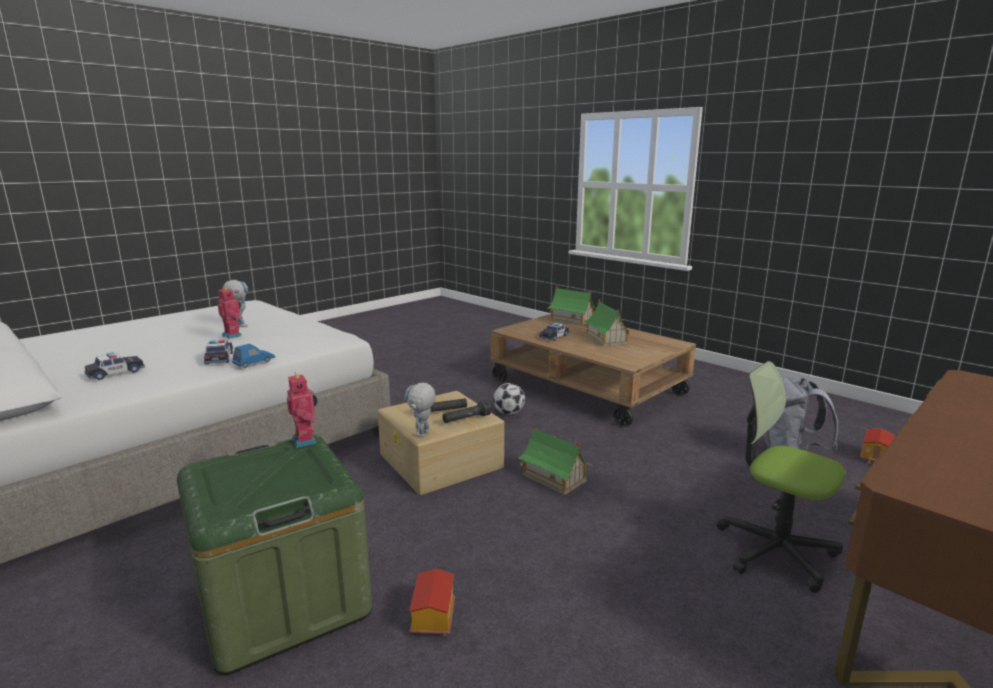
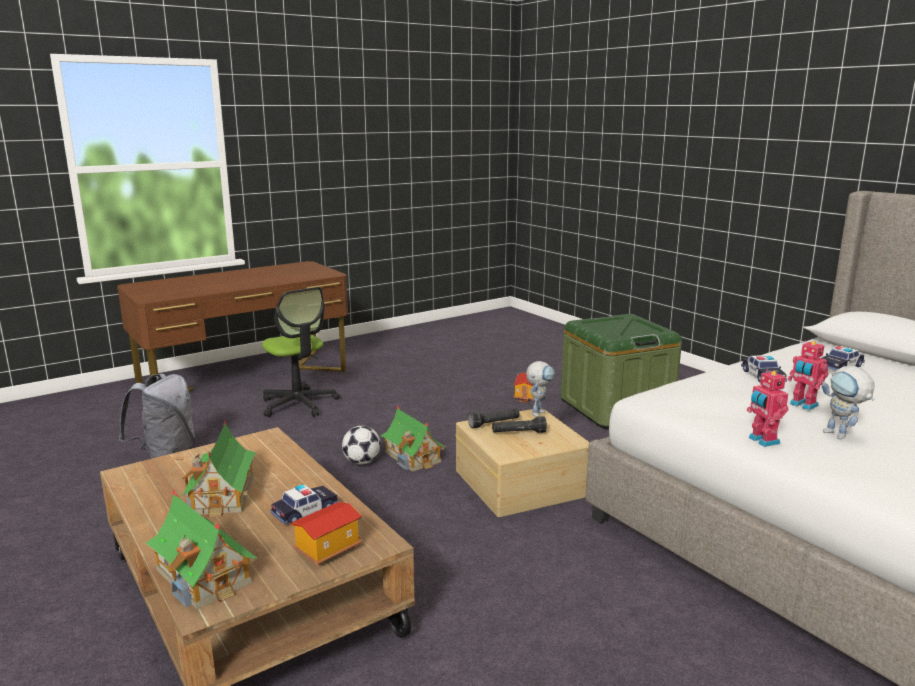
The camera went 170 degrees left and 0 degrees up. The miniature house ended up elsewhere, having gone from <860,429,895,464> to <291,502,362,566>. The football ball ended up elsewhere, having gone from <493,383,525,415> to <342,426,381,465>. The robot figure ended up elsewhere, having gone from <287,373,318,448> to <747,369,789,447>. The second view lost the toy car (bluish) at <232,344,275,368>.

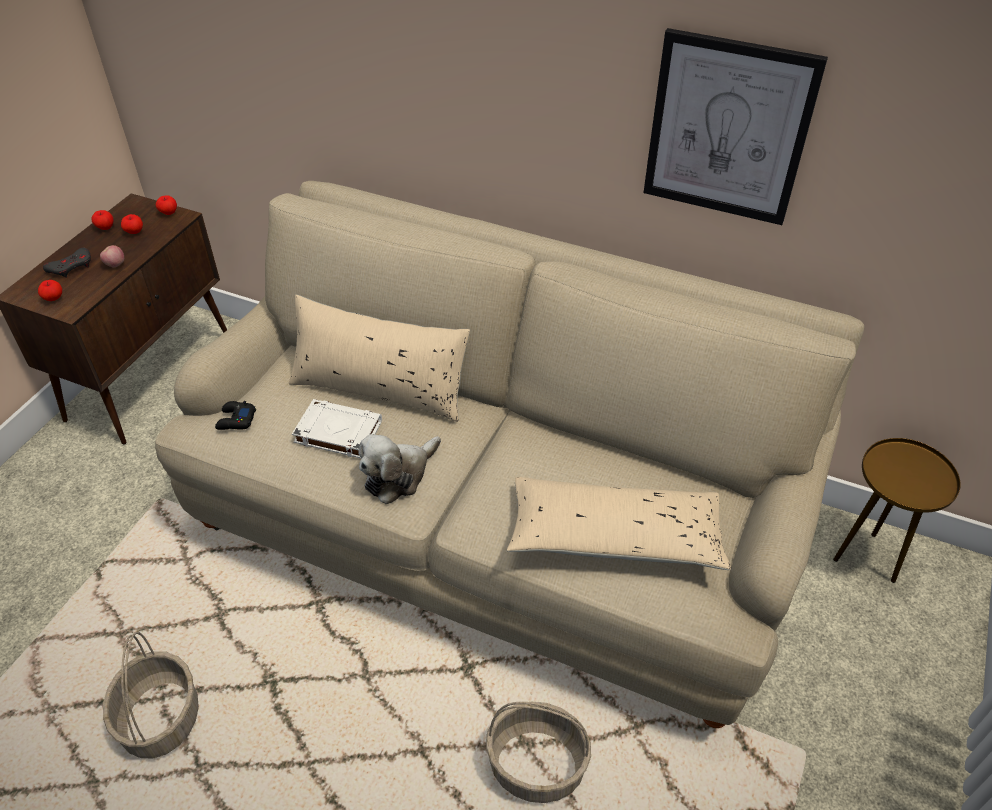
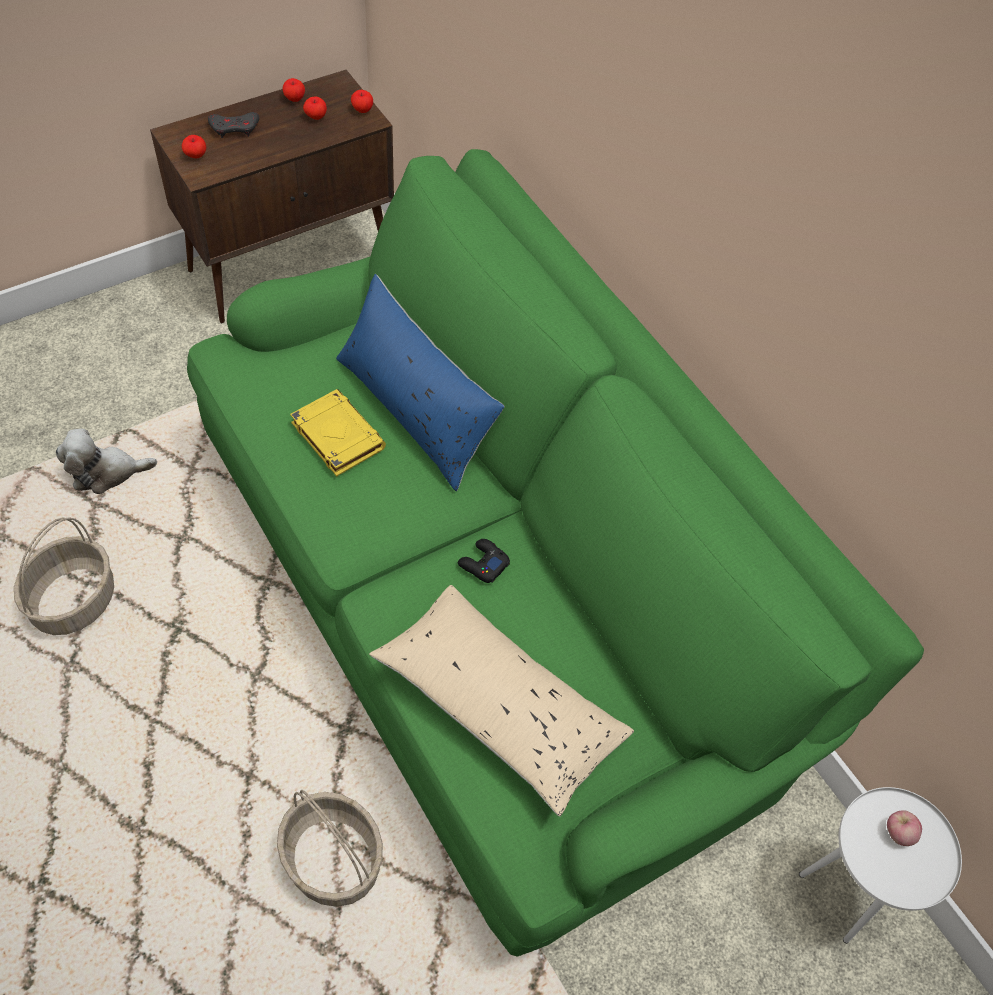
The camera went 30 degrees right and 10 degrees up. The soft toy ended up elsewhere, having gone from <358,434,441,504> to <56,429,157,494>. What was the sofa (beige) at <155,181,864,728> turned into the sofa (greenish) at <187,149,924,957>. What was the book (whitish) at <292,399,382,459> turned into the book (yellowish) at <290,389,386,476>. What was the pillow (beige) at <289,295,470,422> turned into the pillow (bluish) at <336,274,504,491>. The gamepad (black-coloured) ended up elsewhere, having gone from <215,401,256,430> to <458,539,510,583>. What was the end table (brown) at <833,438,961,583> turned into the end table (whitish) at <799,787,962,943>. The whole apple ended up elsewhere, having gone from <100,245,124,267> to <887,810,922,846>. The second view lost the picture at <644,28,828,225>.

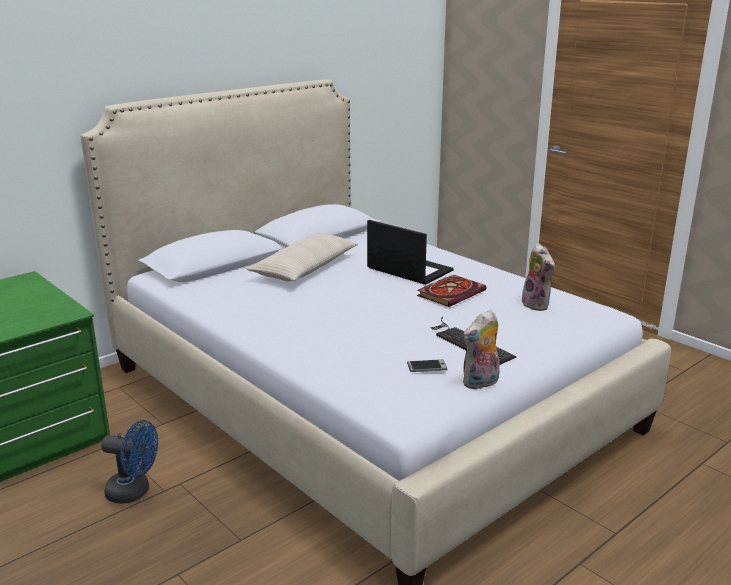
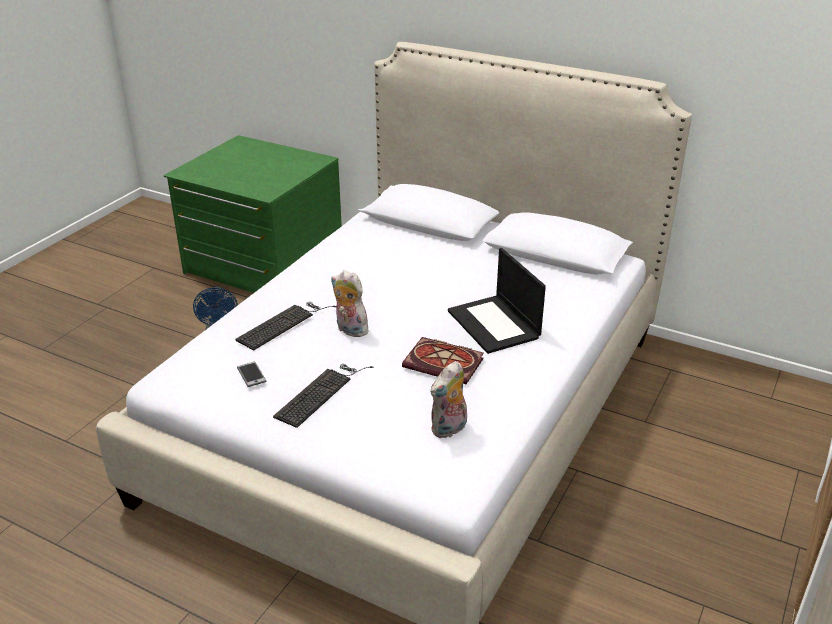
The camera went 70 degrees right and 10 degrees up. The second view gained the PC keyboard at <236,302,337,351>. The soft toy ended up elsewhere, having gone from <463,310,500,389> to <331,270,370,337>. The laptop at <367,220,453,285> ended up facing another way, 135 degrees clockwise from before. The second view lost the pillow (beige) at <247,233,358,282>.

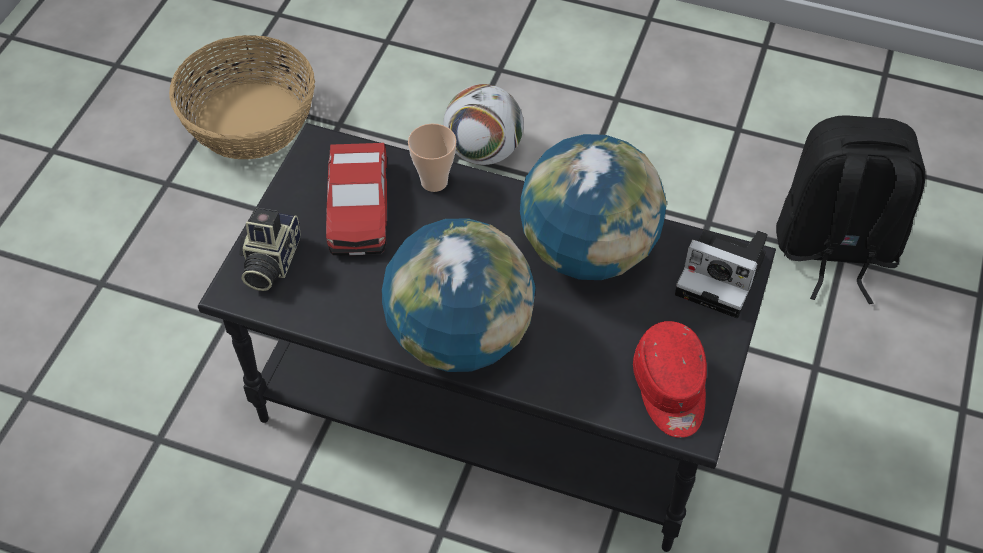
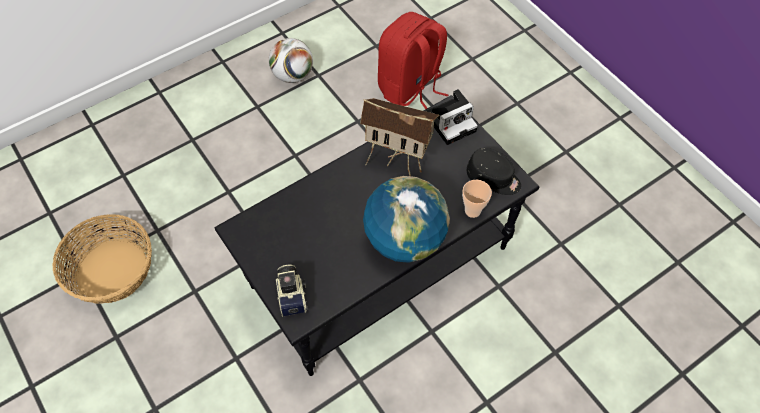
The camera went 55 degrees left and 5 degrees up. The football ball ended up elsewhere, having gone from <443,84,524,165> to <269,38,313,83>. The photo camera at <239,207,301,291> ended up facing another way, 150 degrees counterclockwise from before. Where the desk globe stood at <520,134,667,280>, the miniature house came to stand at <360,98,439,176>. What was the rucksack (black-coloured) at <776,115,926,304> turned into the rucksack (reddish) at <378,12,449,109>. The small cup ended up elsewhere, having gone from <408,123,457,192> to <462,180,492,218>. What was the baseball cap (reddish) at <633,321,707,438> turned into the baseball cap (black-coloured) at <466,148,521,195>. The second view lost the toy car at <326,143,387,255>.

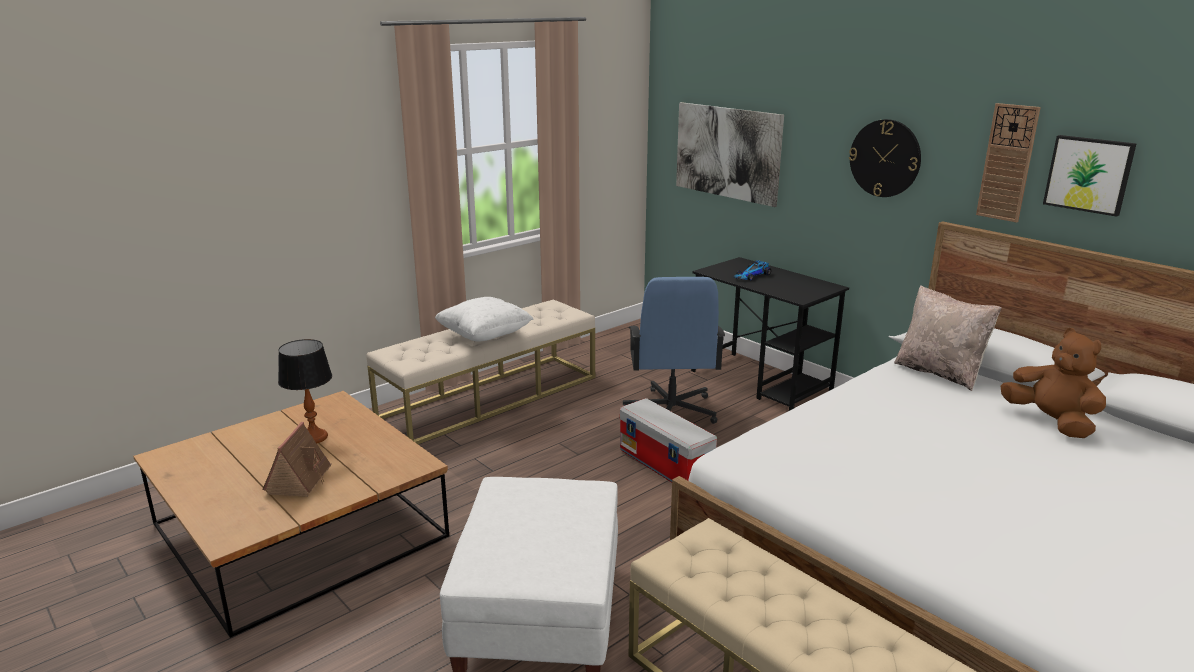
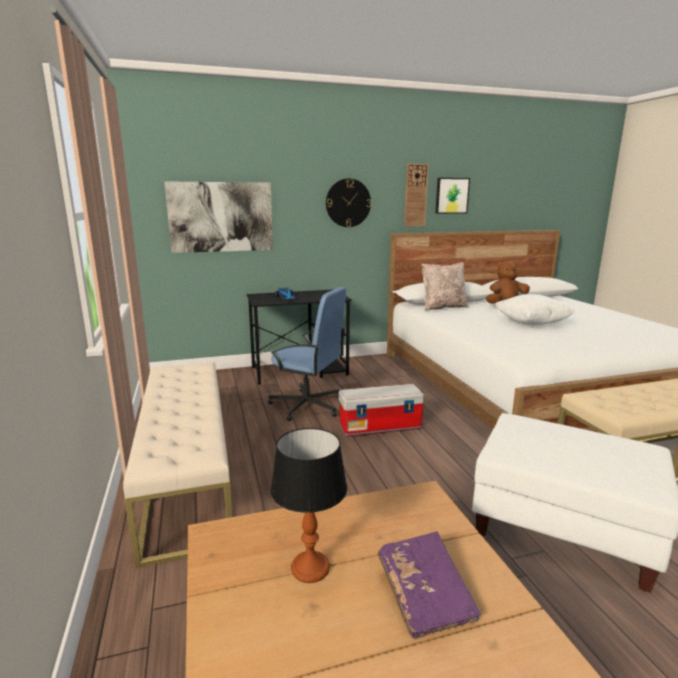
The camera went 65 degrees left and 5 degrees down. Where the miniature house stood at <262,422,332,497>, the book (purple) came to stand at <378,531,481,639>. The pillow (whitish) ended up elsewhere, having gone from <435,297,534,342> to <495,294,575,325>.

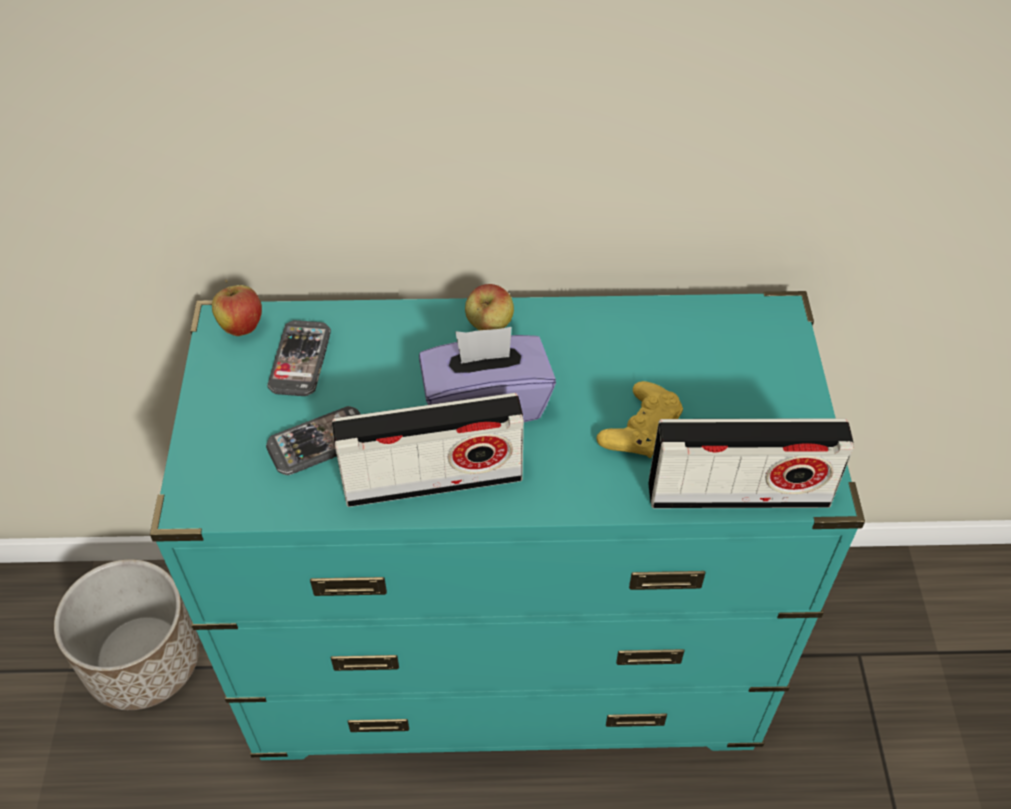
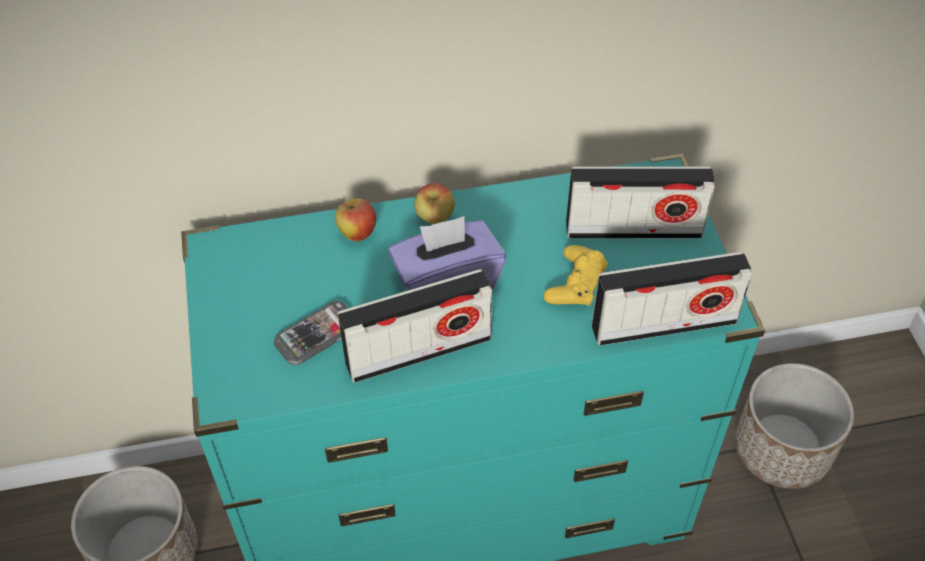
The camera went 10 degrees left and 0 degrees up. The whole apple ended up elsewhere, having gone from <212,280,262,336> to <335,196,376,242>. The second view gained the radio set at <566,166,715,239>. The second view gained the planter at <735,363,854,489>. The second view lost the phone at <267,320,331,396>.

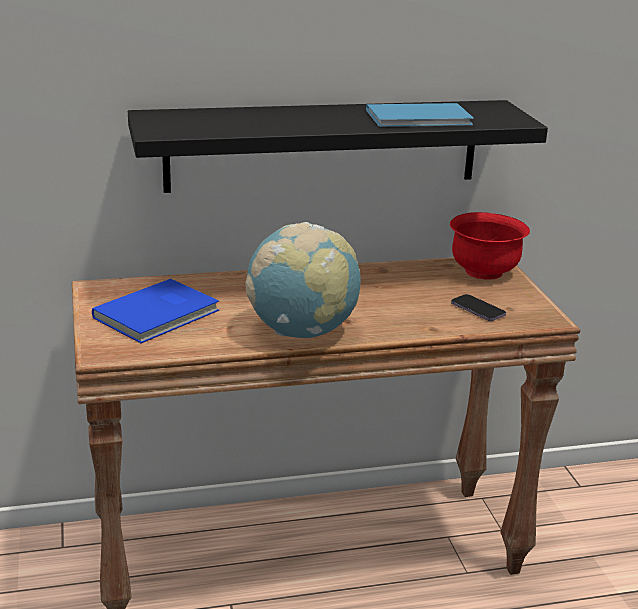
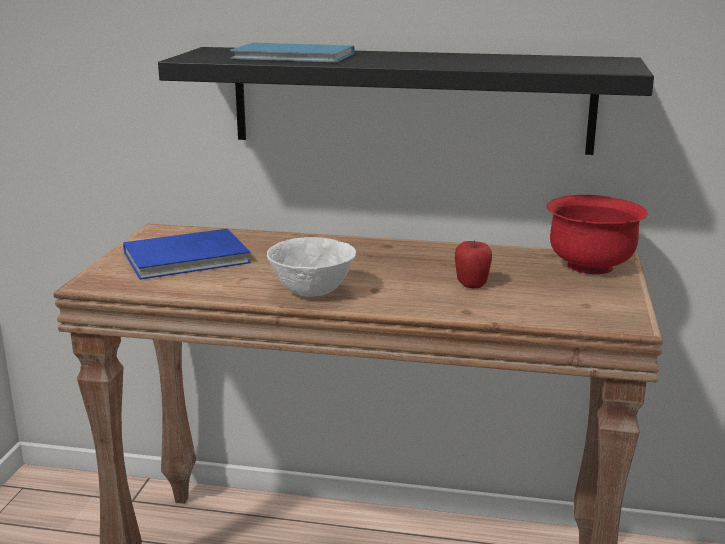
The camera went 25 degrees right and 5 degrees down. The book (bluish) ended up elsewhere, having gone from <366,103,474,127> to <230,43,355,62>. Where the desk globe stood at <245,222,361,338>, the serving bowl (whitish) came to stand at <267,237,356,297>. The second view gained the whole apple at <455,241,492,288>. The second view lost the phone at <451,294,506,321>.

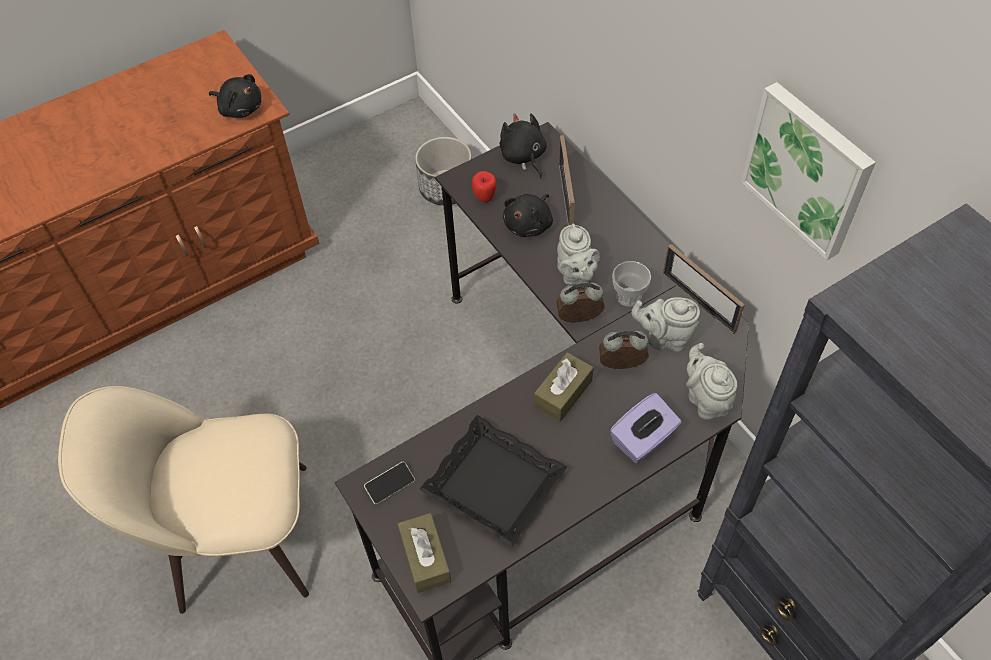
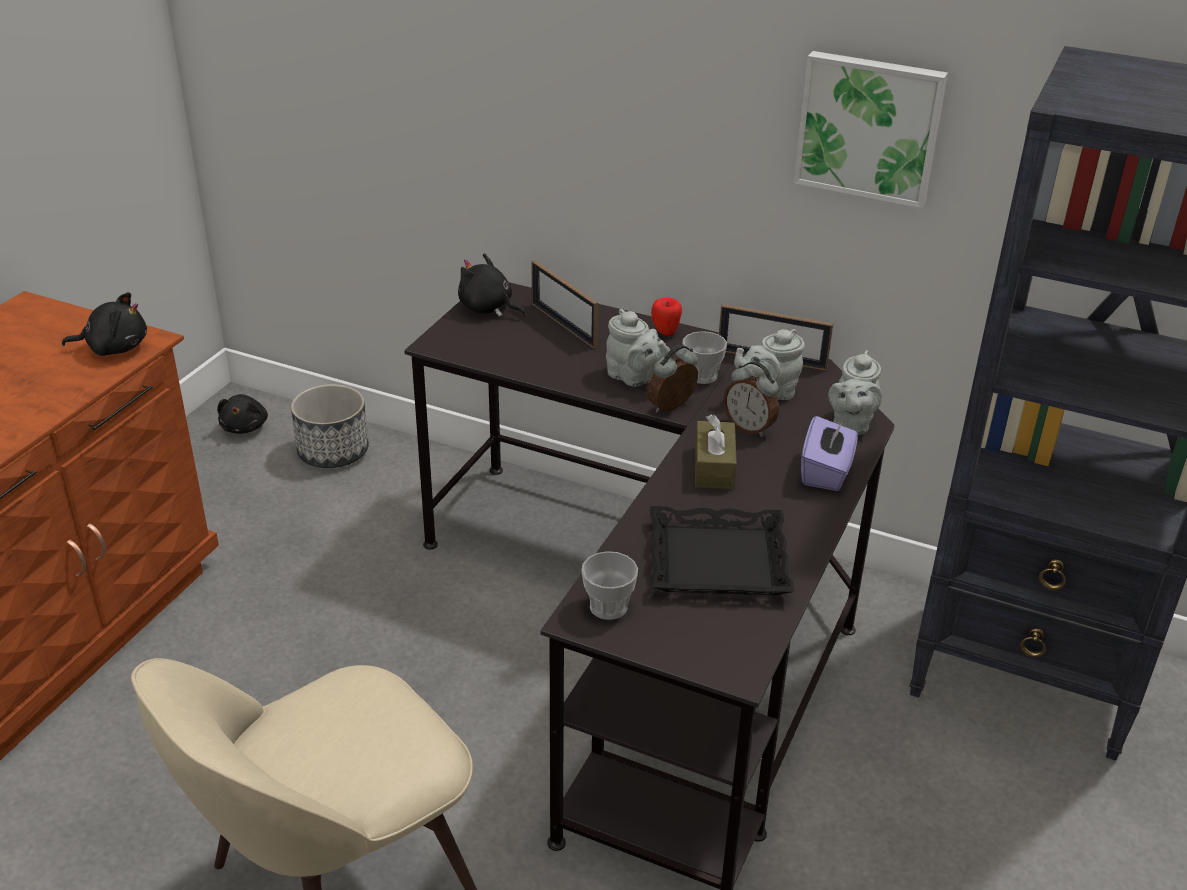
The camera went 35 degrees left and 20 degrees down. The soft toy (black-coloured) ended up elsewhere, having gone from <503,194,553,237> to <217,394,268,434>. Where the phone stood at <364,462,415,504>, the small cup came to stand at <581,551,638,620>. The whole apple ended up elsewhere, having gone from <472,171,496,202> to <651,298,682,335>. The alarm clock at <599,331,649,369> ended up facing another way, 105 degrees counterclockwise from before. The pot for tea (greyish) at <686,343,737,420> ended up facing another way, 105 degrees counterclockwise from before. The second view lost the box of tissues (brown) at <398,513,451,593>.

